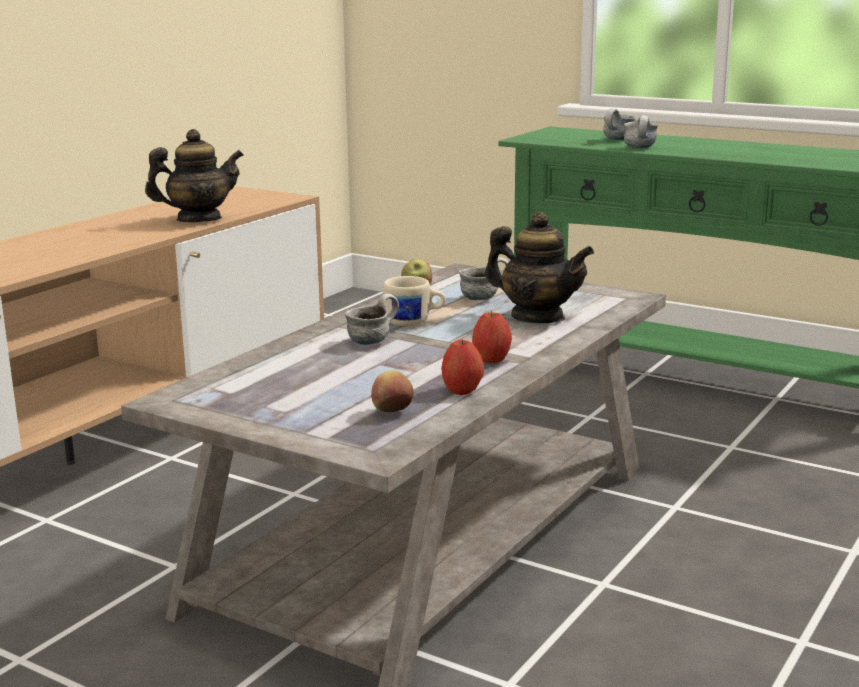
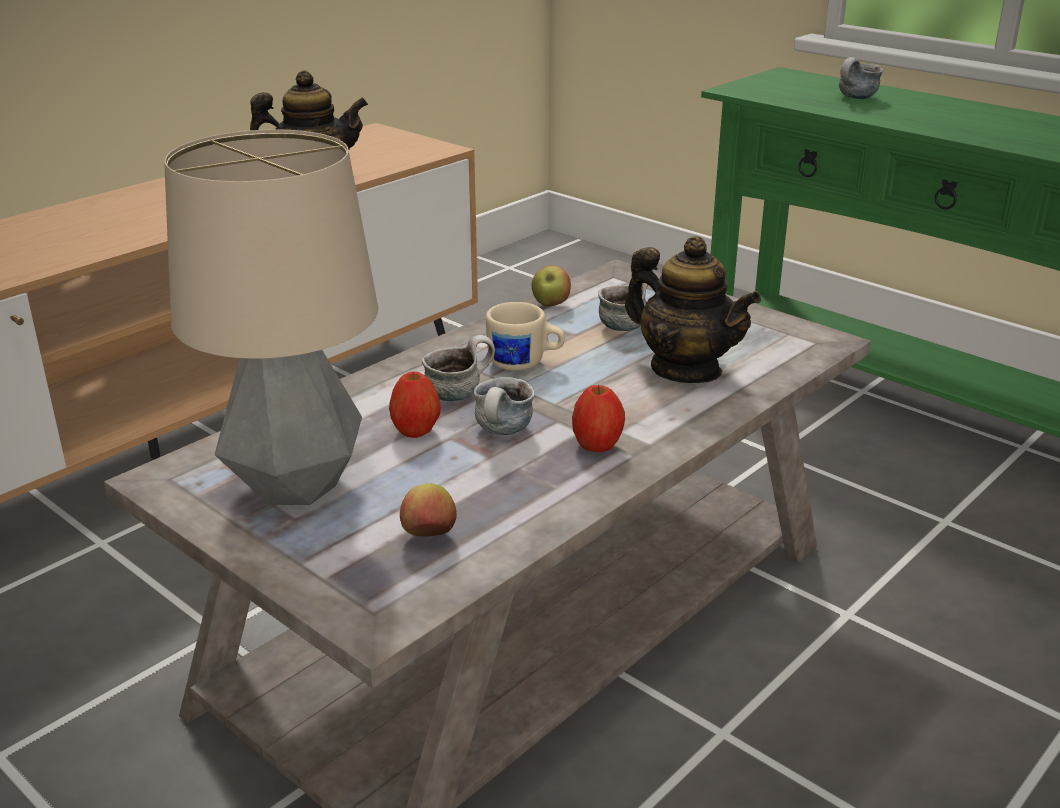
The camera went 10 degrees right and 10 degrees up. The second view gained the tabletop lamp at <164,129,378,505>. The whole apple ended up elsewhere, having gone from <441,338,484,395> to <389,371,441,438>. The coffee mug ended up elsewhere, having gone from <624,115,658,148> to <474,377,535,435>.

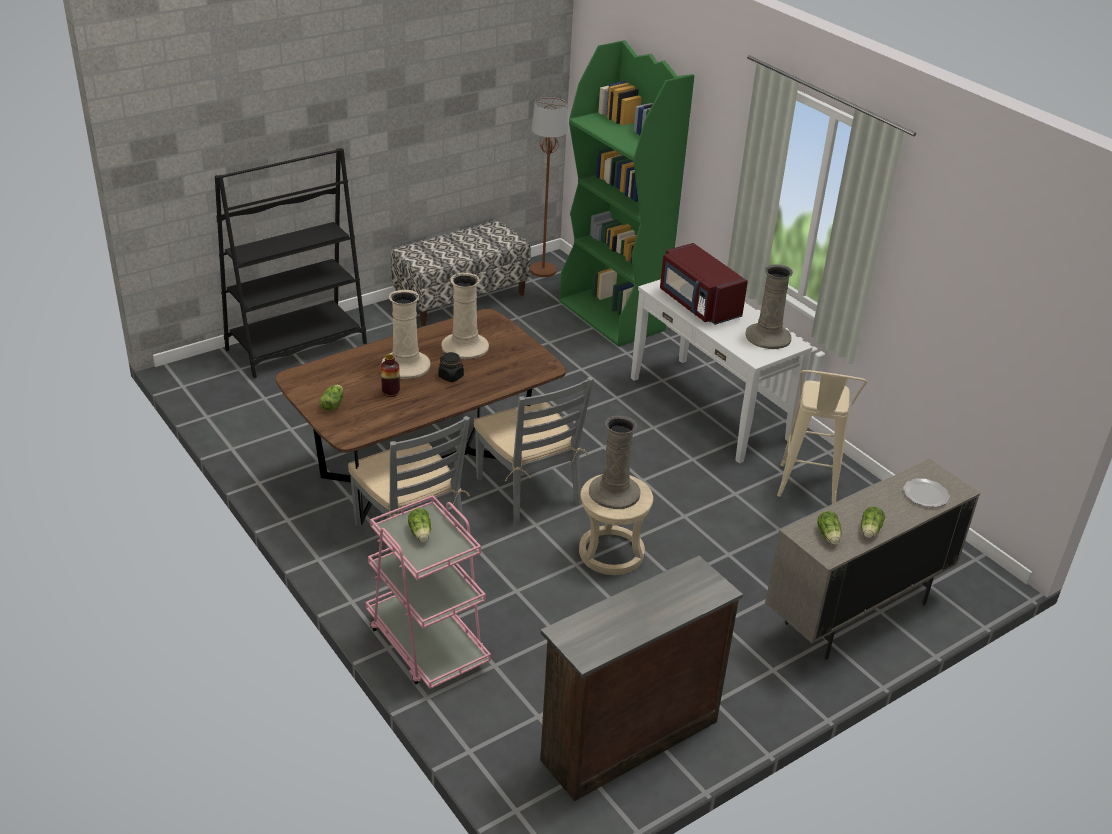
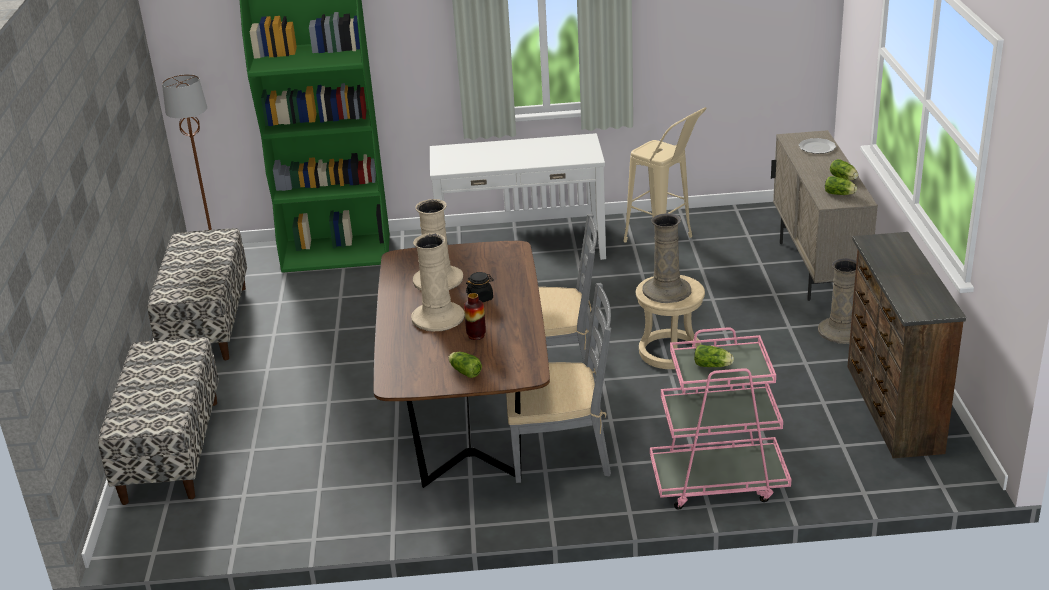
The camera went 55 degrees left and 5 degrees down. Where the shelving unit (black-coloured) stood at <215,148,367,378>, the indoor bench came to stand at <98,337,219,505>. The vase (beige) ended up elsewhere, having gone from <746,264,793,349> to <818,258,856,344>. The second view lost the kitchen microwave (reddish) at <660,243,748,325>.

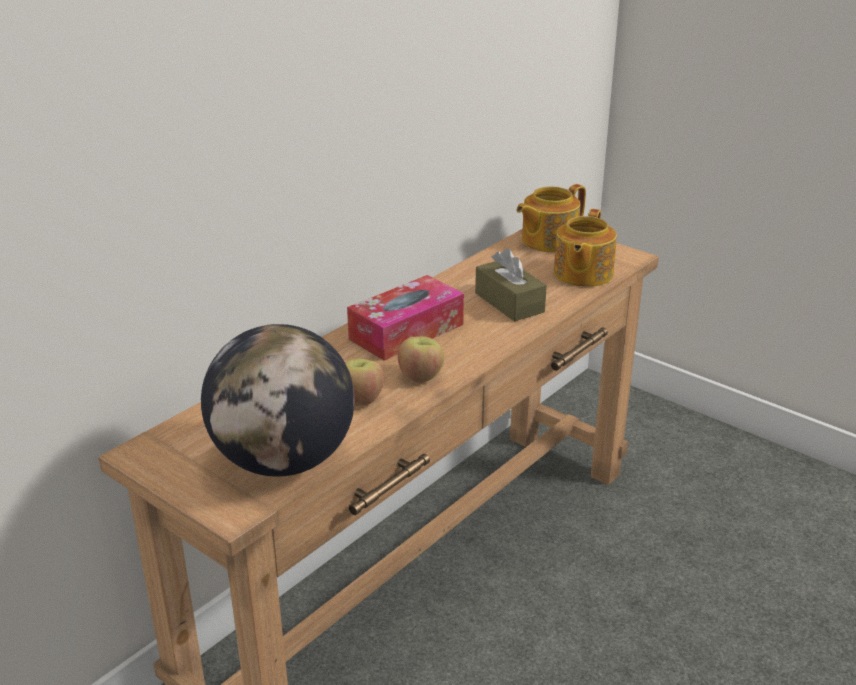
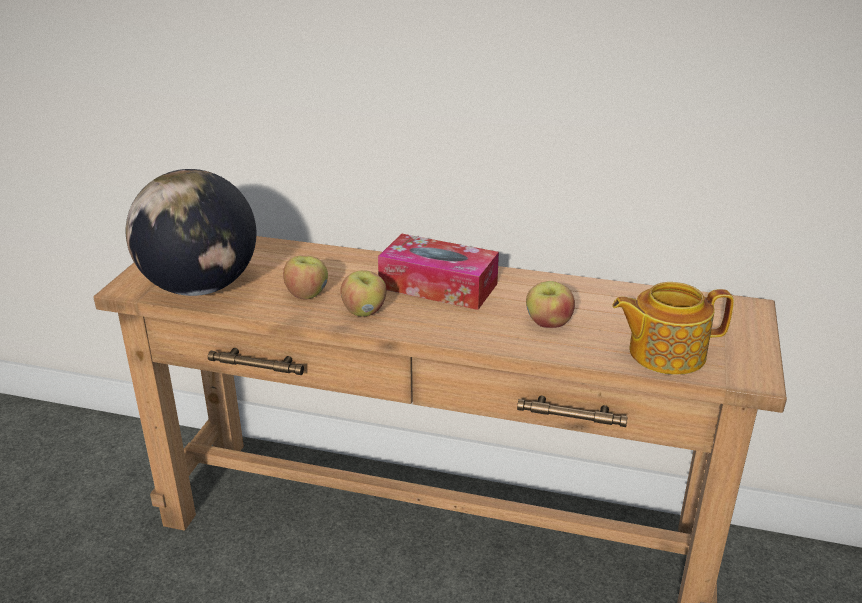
The camera went 65 degrees right and 0 degrees up. Where the box of tissues (brown) stood at <475,248,547,322>, the whole apple came to stand at <526,281,575,328>. The second view lost the pot for tea at <516,184,586,253>.

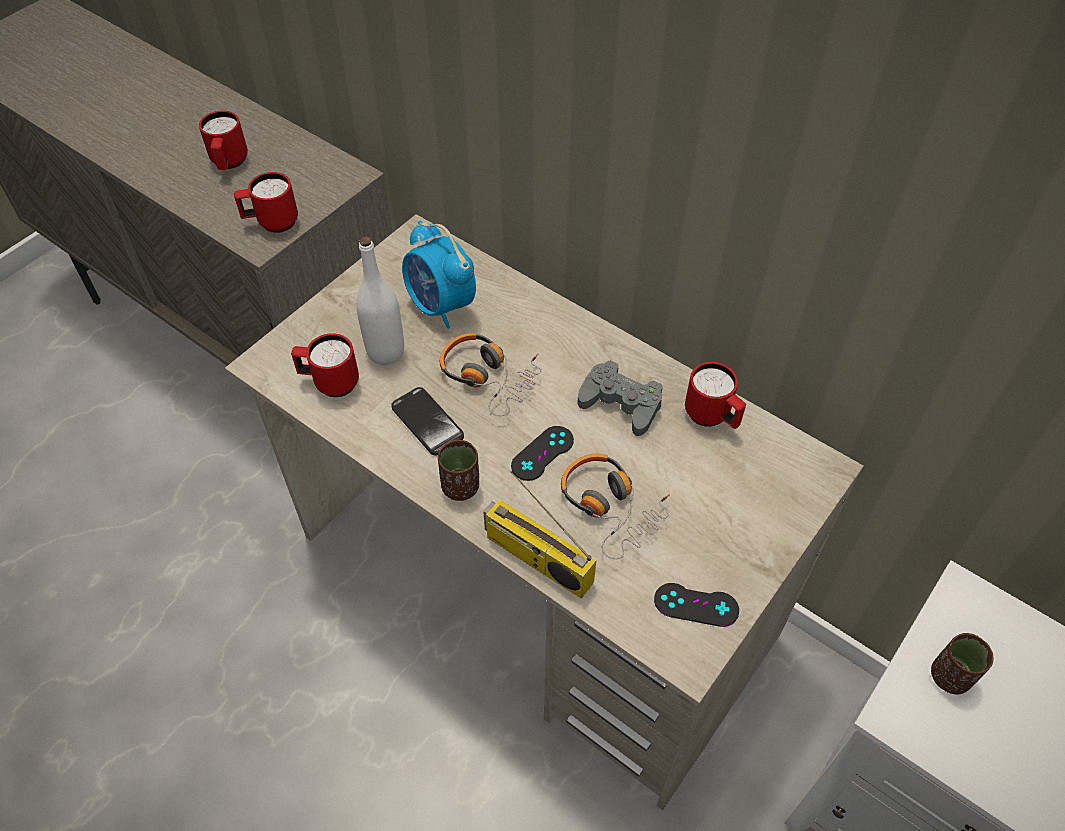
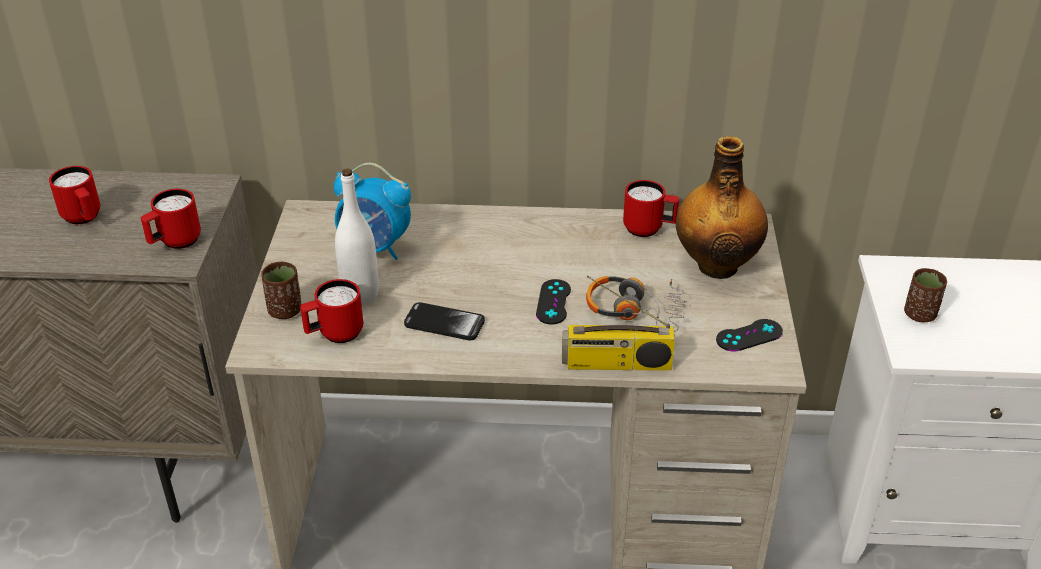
The camera went 35 degrees left and 15 degrees down. The small cup (brown) ended up elsewhere, having gone from <438,440,479,501> to <261,262,301,319>. The second view gained the bottle at <676,136,768,279>. The second view lost the headphones at <440,333,541,416>. The second view lost the gamepad (greyish) at <577,361,663,436>.

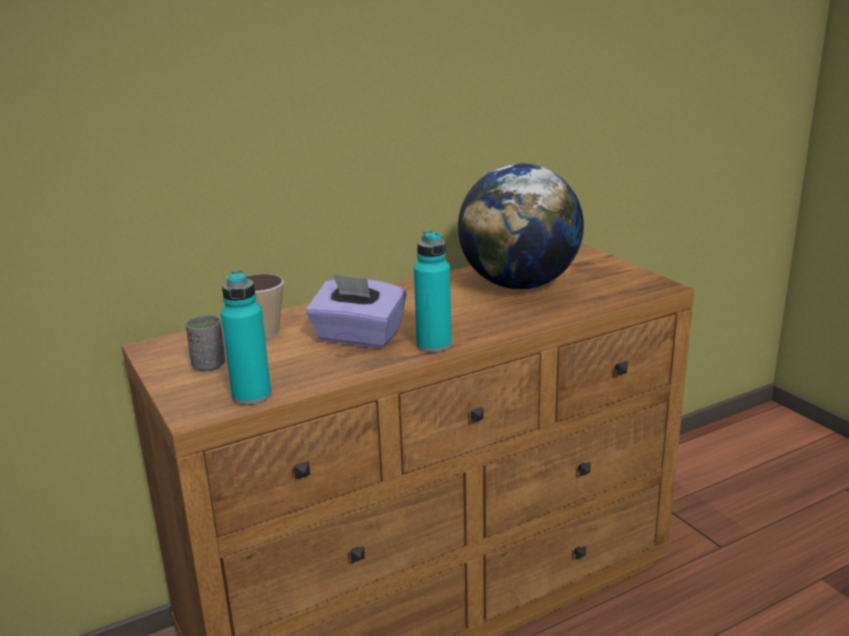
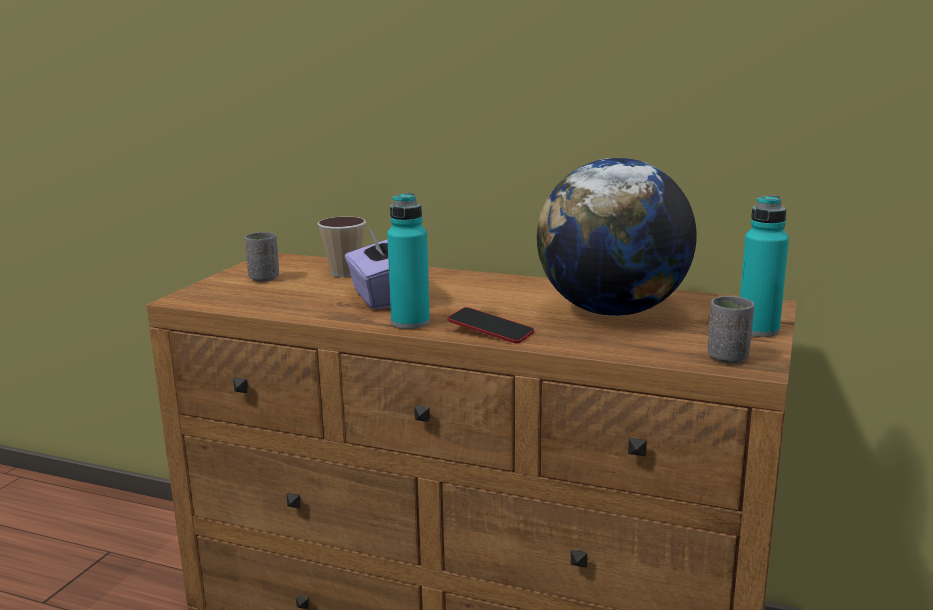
The camera went 50 degrees right and 5 degrees down. The second view gained the phone at <447,307,534,344>. The second view gained the small cup (greyish) at <707,296,754,363>. The bottle (blue-green) ended up elsewhere, having gone from <221,270,272,405> to <740,195,789,337>.

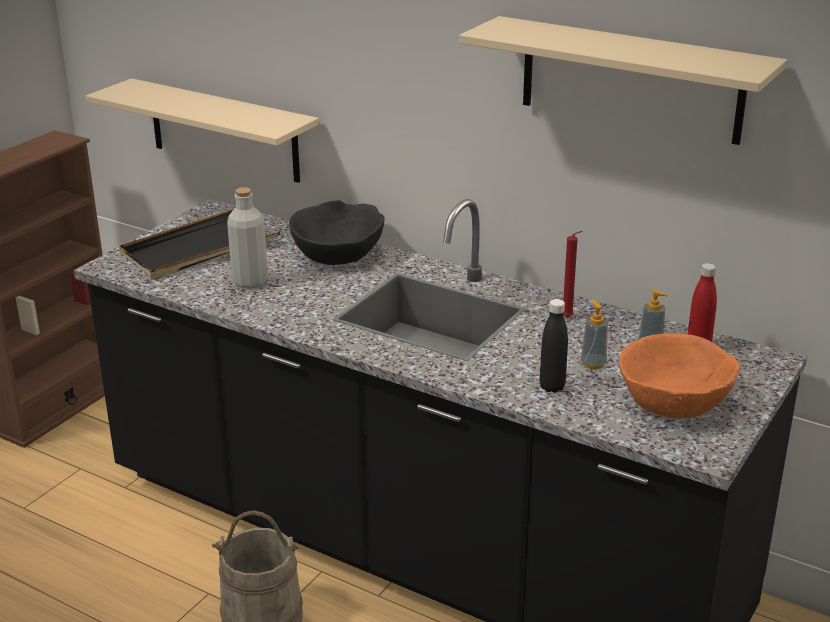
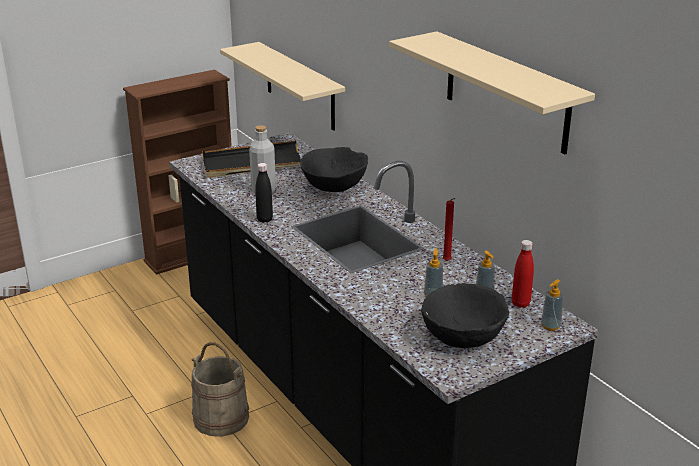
The camera went 25 degrees right and 0 degrees up. The bottle (black-coloured) ended up elsewhere, having gone from <540,299,568,393> to <255,163,273,223>. What was the serving bowl (orange-coloured) at <619,333,740,419> turned into the serving bowl (black-coloured) at <421,283,509,348>. The second view gained the liquid soap bottle at <541,279,563,331>.

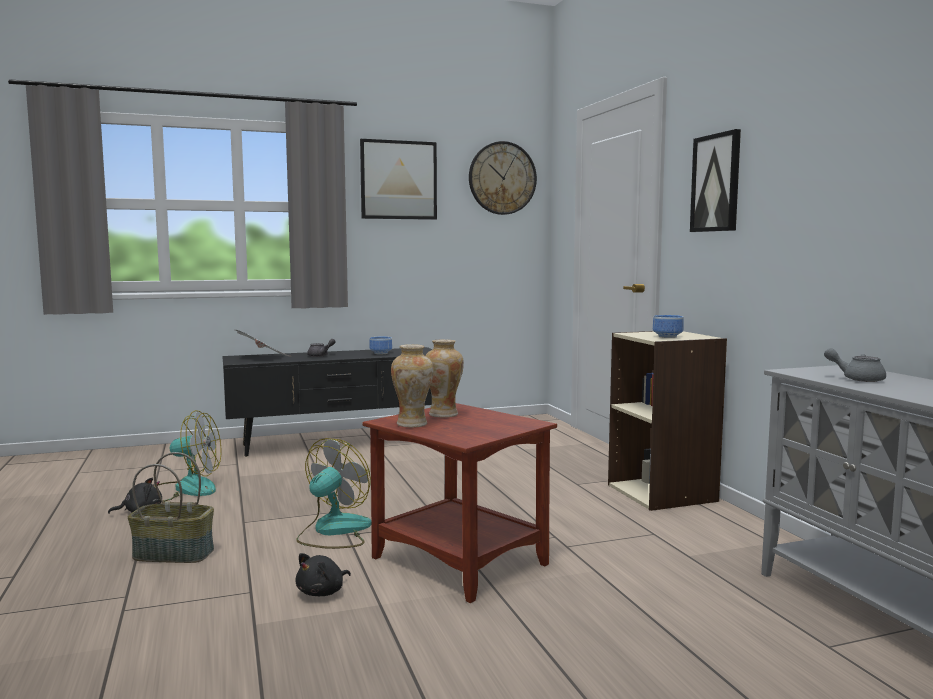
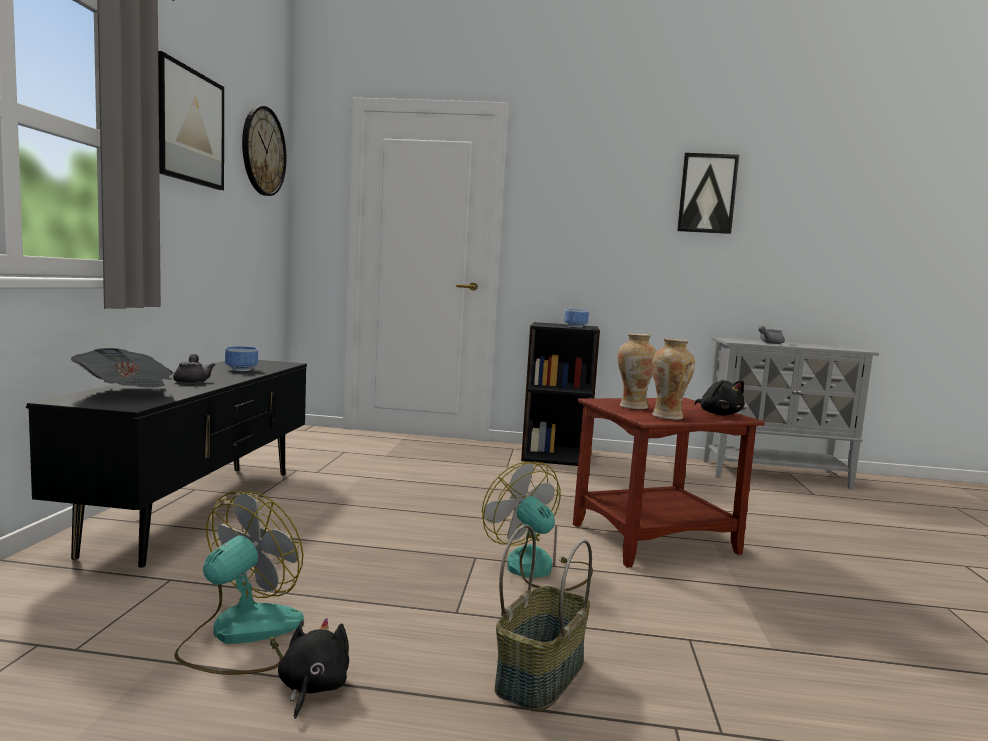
The camera went 65 degrees left and 0 degrees up. What was the shelving unit (beige) at <608,331,727,511> turned into the shelving unit (black-coloured) at <521,322,600,466>. The picture ended up elsewhere, having gone from <690,129,741,232> to <677,153,739,234>. The soft toy (black-coloured) ended up elsewhere, having gone from <295,553,351,596> to <695,380,745,415>.

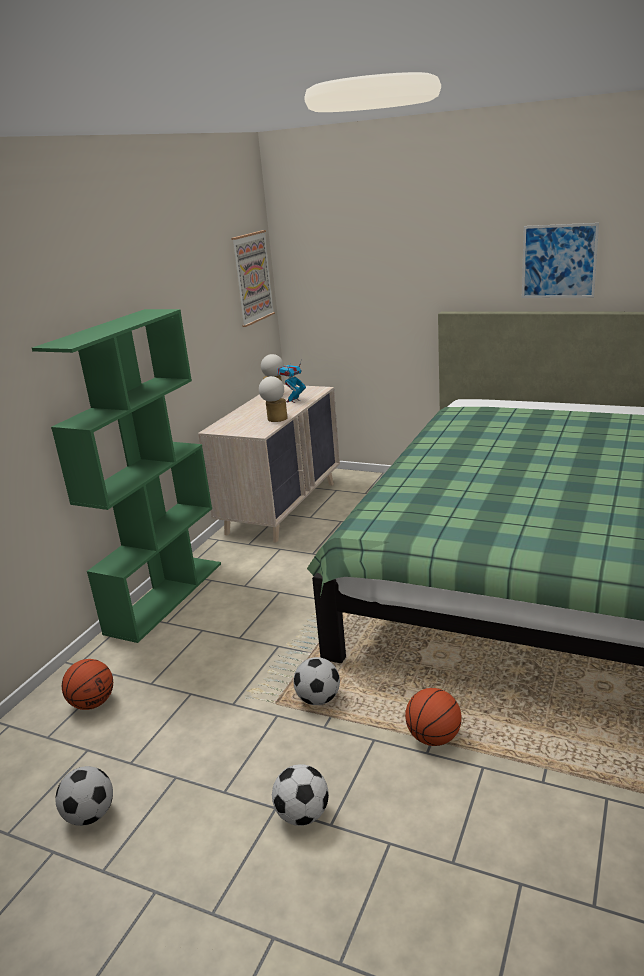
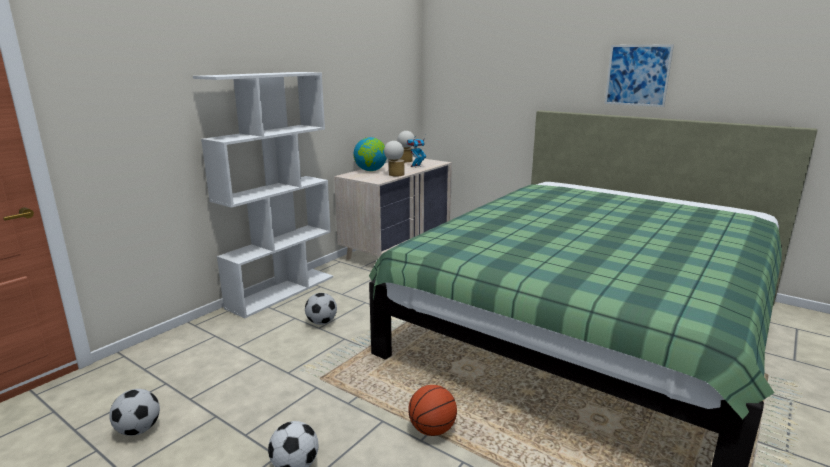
The camera went 10 degrees right and 5 degrees down. What was the shelving unit (greenish) at <32,309,221,643> turned into the shelving unit (whitish) at <193,72,333,318>. The football ball ended up elsewhere, having gone from <293,657,340,705> to <305,293,337,325>. The second view gained the desk globe at <353,137,387,171>. The second view lost the ball for basketball at <62,659,113,710>. The second view lost the picture at <231,230,275,327>.

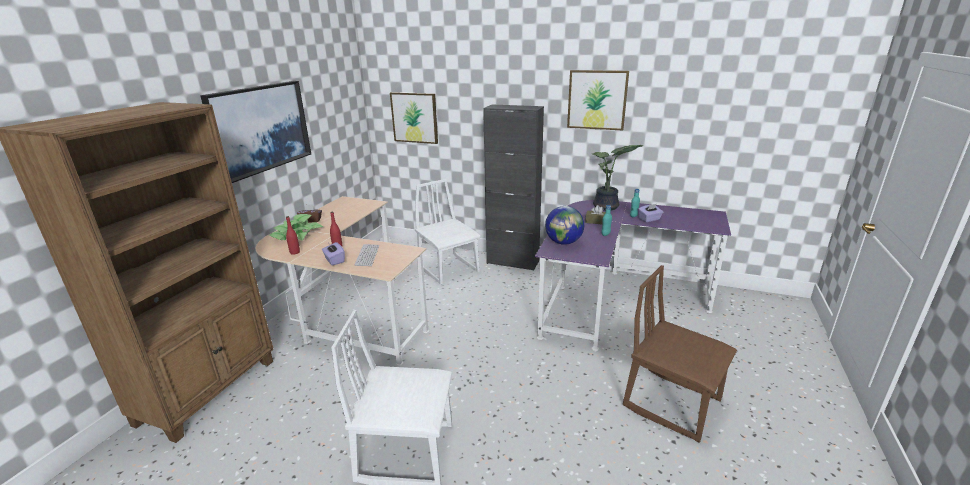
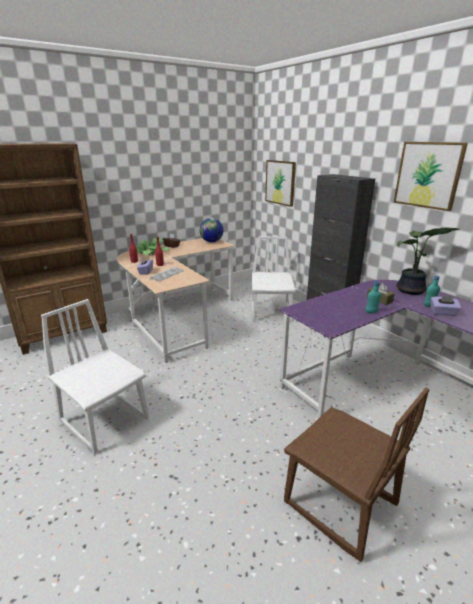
The camera went 35 degrees right and 0 degrees up. The desk globe ended up elsewhere, having gone from <545,206,584,245> to <200,218,223,242>. The upright chair (brown) at <623,265,737,443> ended up facing another way, 150 degrees clockwise from before. The second view lost the picture at <200,81,311,183>.

